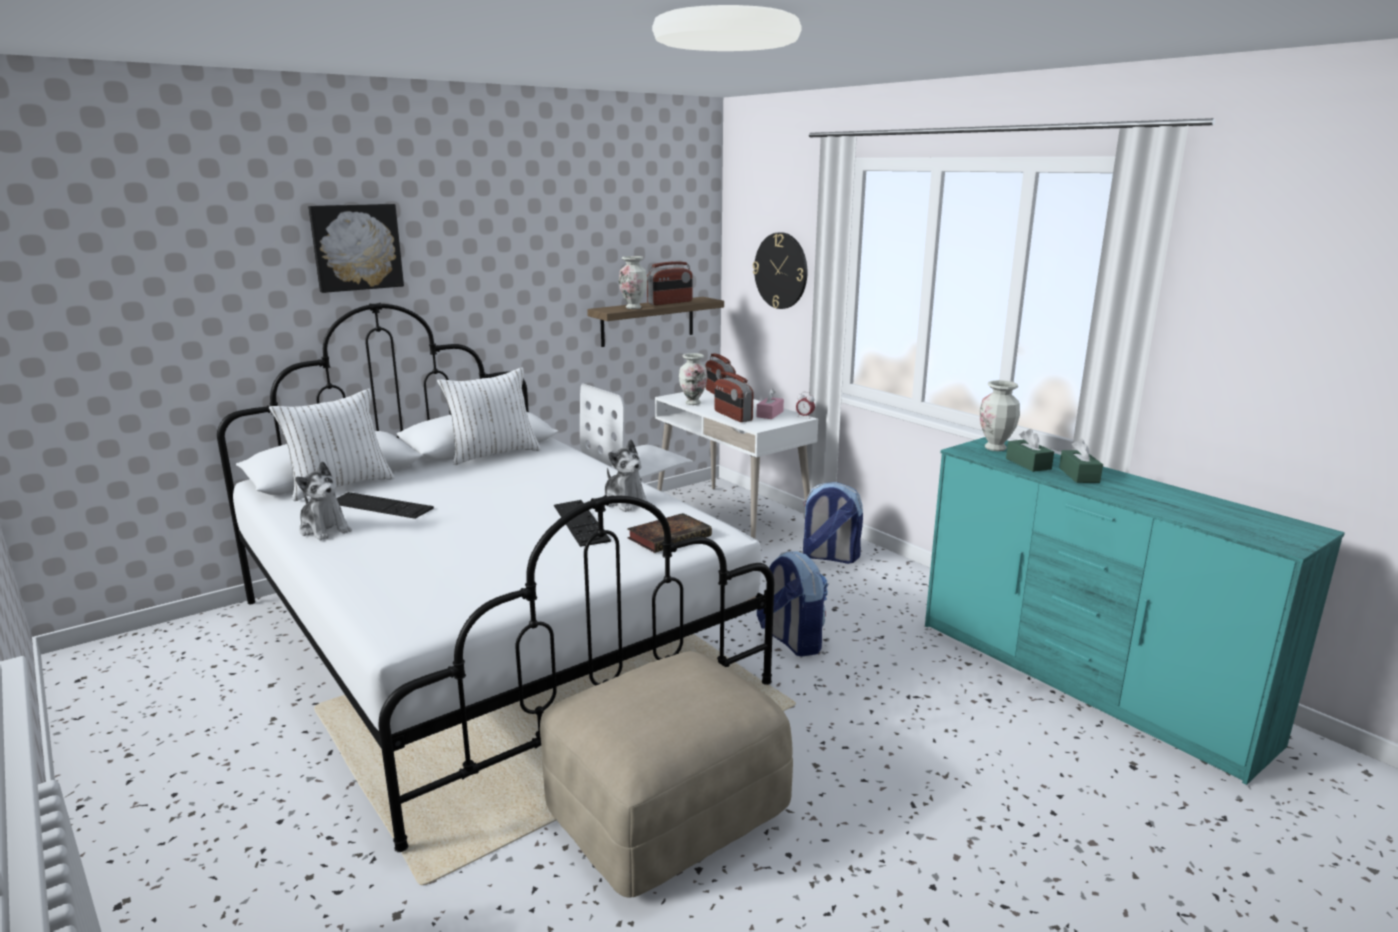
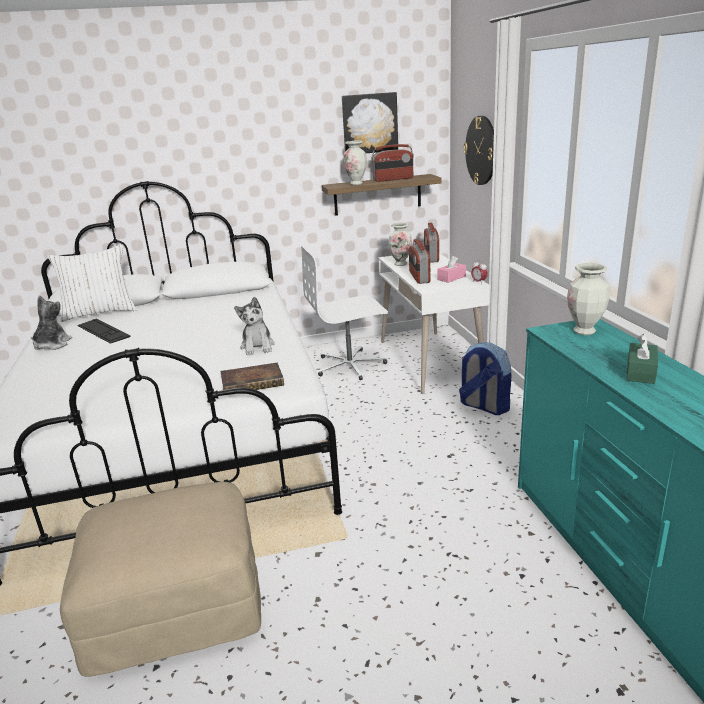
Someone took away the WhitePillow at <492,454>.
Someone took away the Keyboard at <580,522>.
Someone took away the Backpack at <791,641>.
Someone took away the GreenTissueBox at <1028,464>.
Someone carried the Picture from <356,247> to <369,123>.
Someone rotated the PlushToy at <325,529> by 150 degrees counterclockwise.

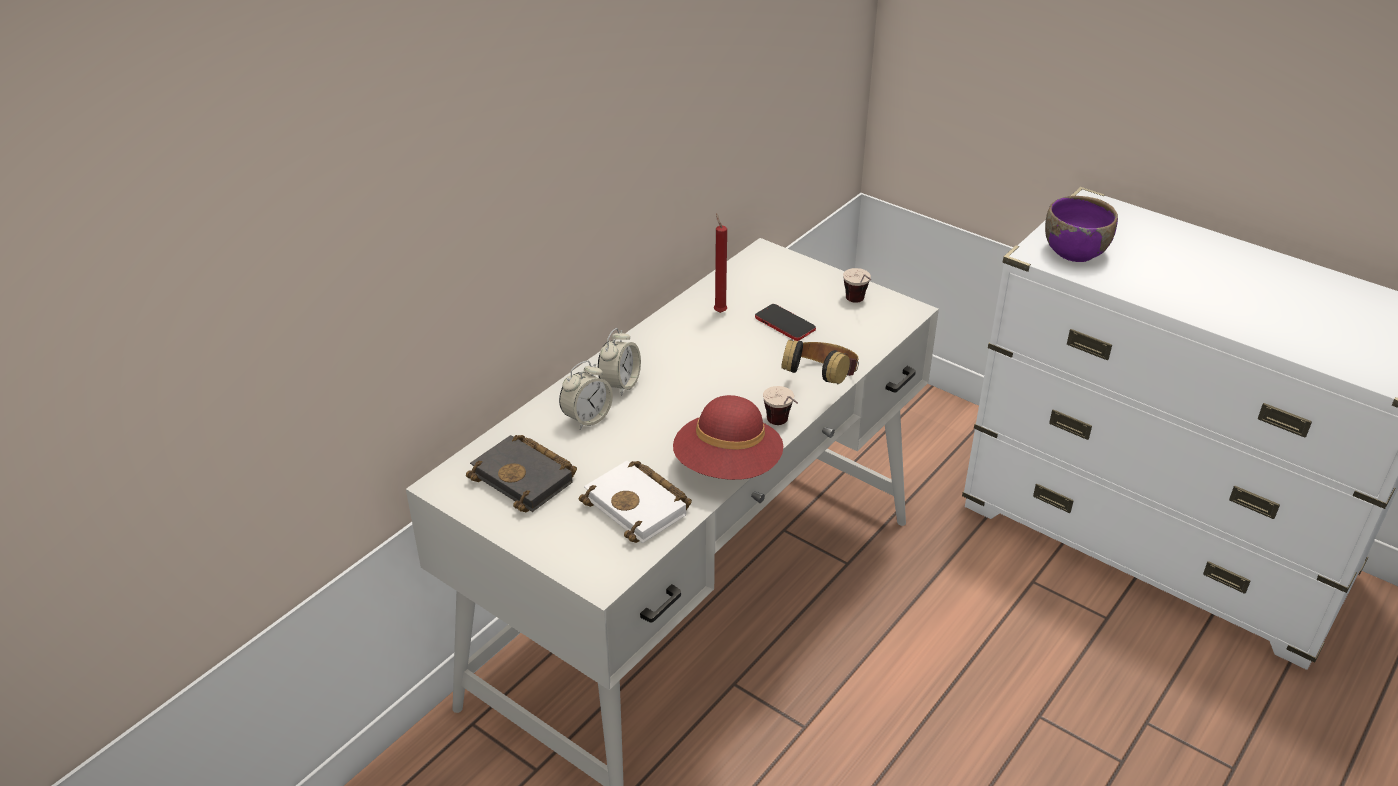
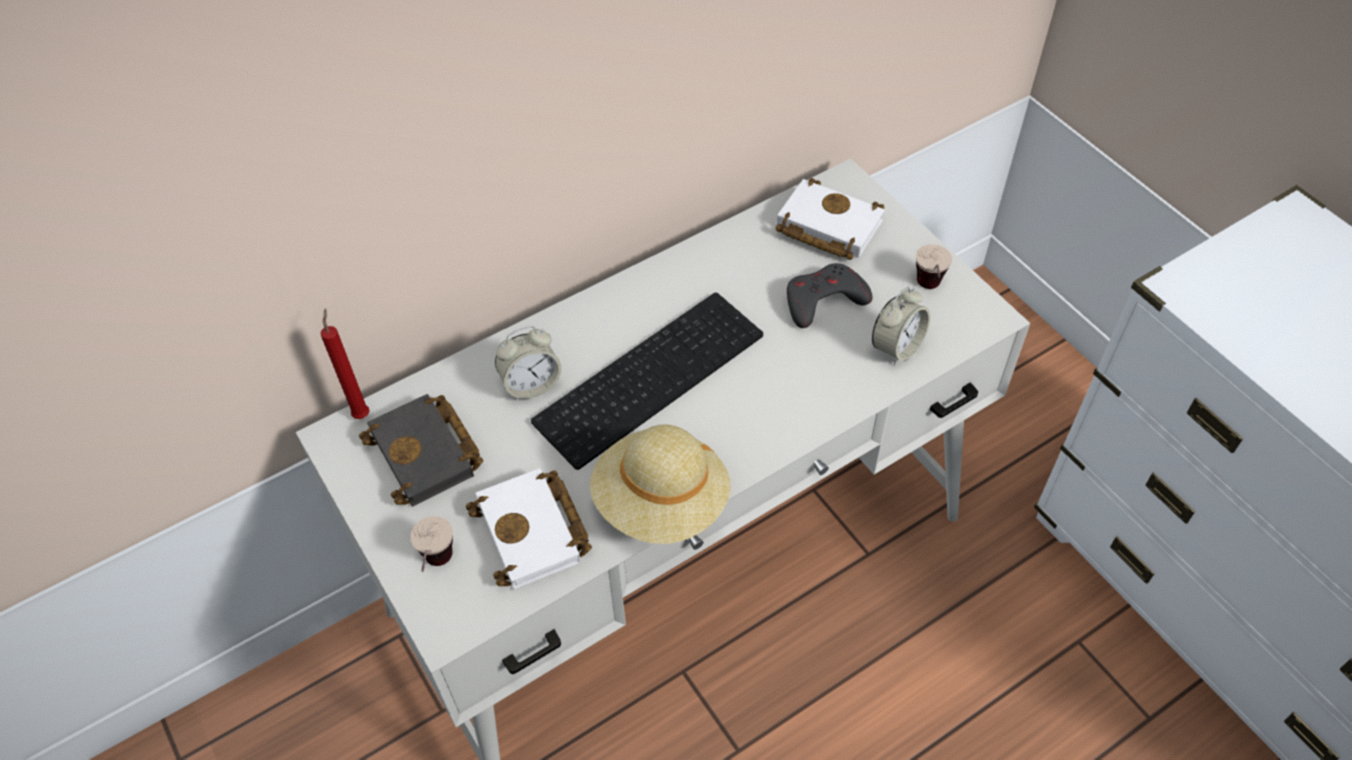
Someone took away the Headphones at <821,383>.
Someone took away the PurpleBowl at <1074,251>.
Someone put down the Keyboard at <649,374>.
Someone put down the WhiteBook at <825,226>.
Someone carried the AlarmClock from <620,384> to <896,347>.
Someone carried the RedCandle from <719,311> to <362,413>.
Someone carried the Cup from <782,426> to <437,569>.
Someone swapped the Phone at <785,323> for the GreyGameController at <823,300>.
Someone repainted the RedHat at <728,467>, which became the BeigeHat at <661,503>.

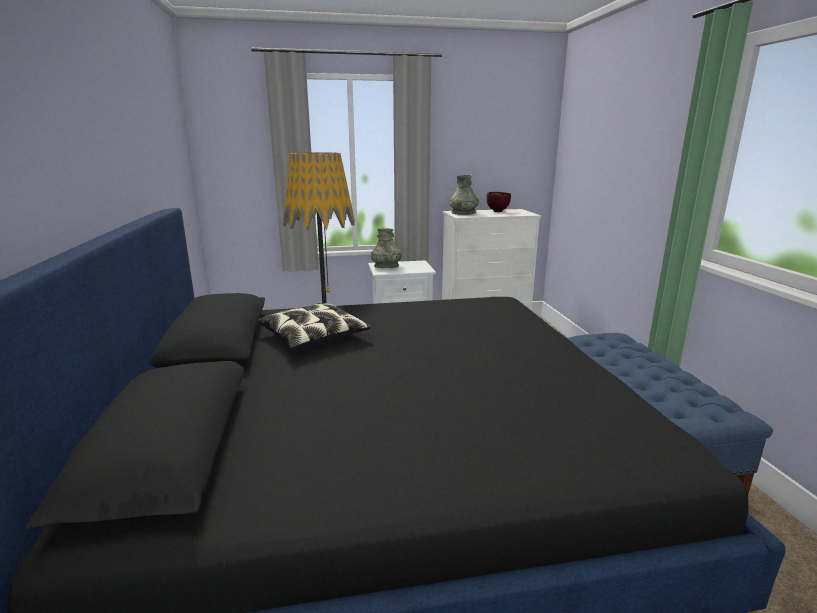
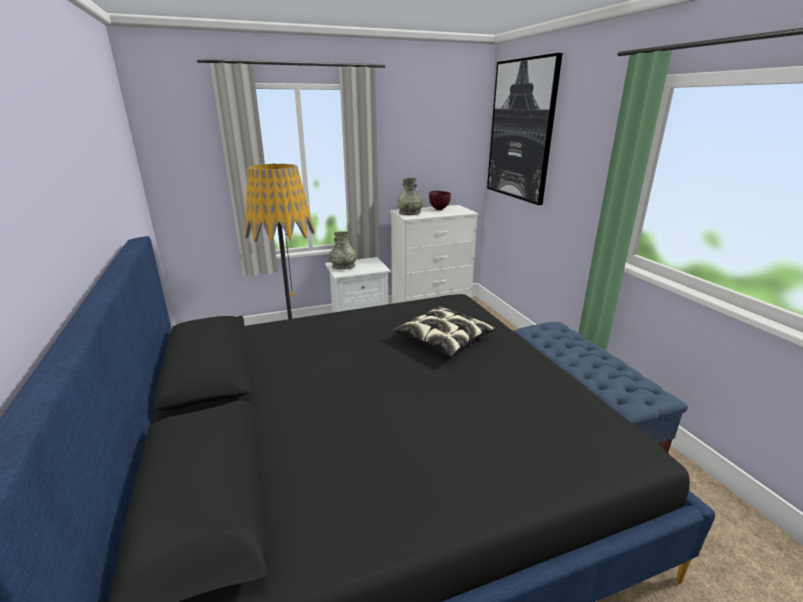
Someone put up the Picture at <521,131>.
Someone carried the Pillow from <313,336> to <444,339>.

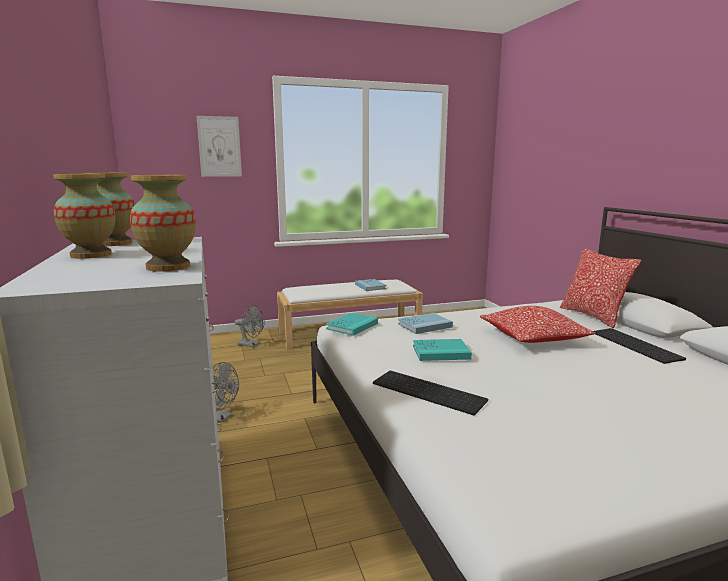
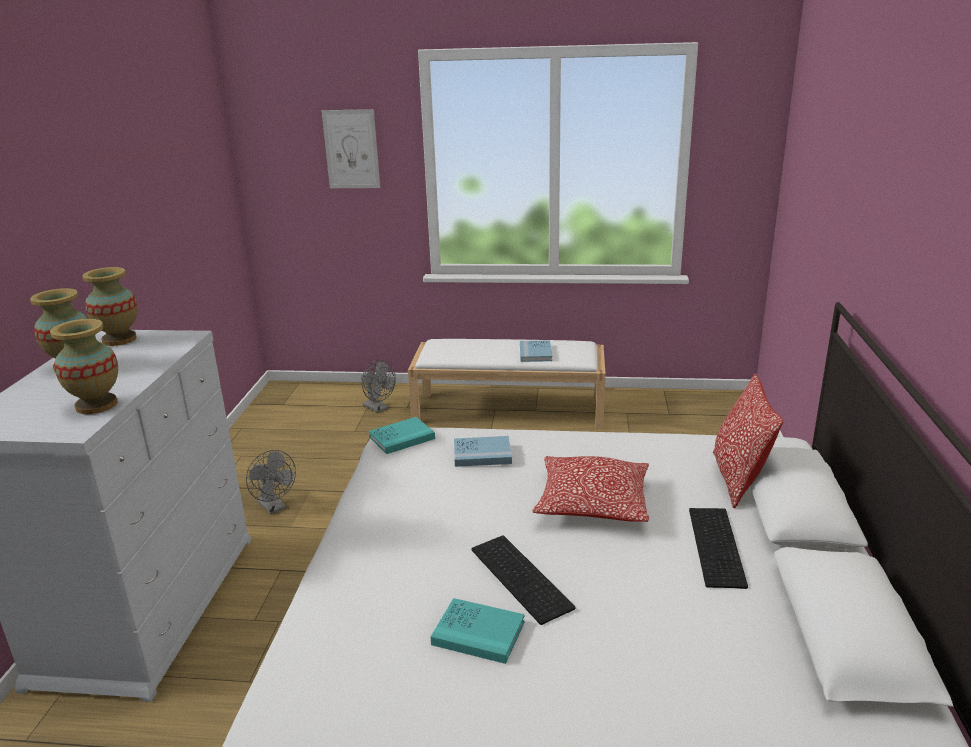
Someone carried the Keyboard from <430,391> to <523,578>.
Someone carried the TurquoiseBook from <441,352> to <478,633>.

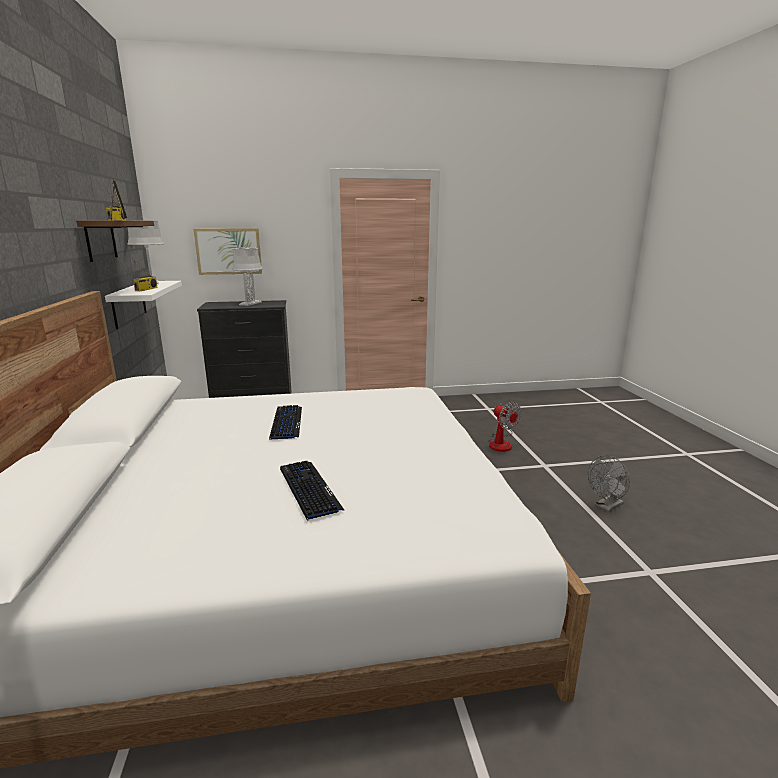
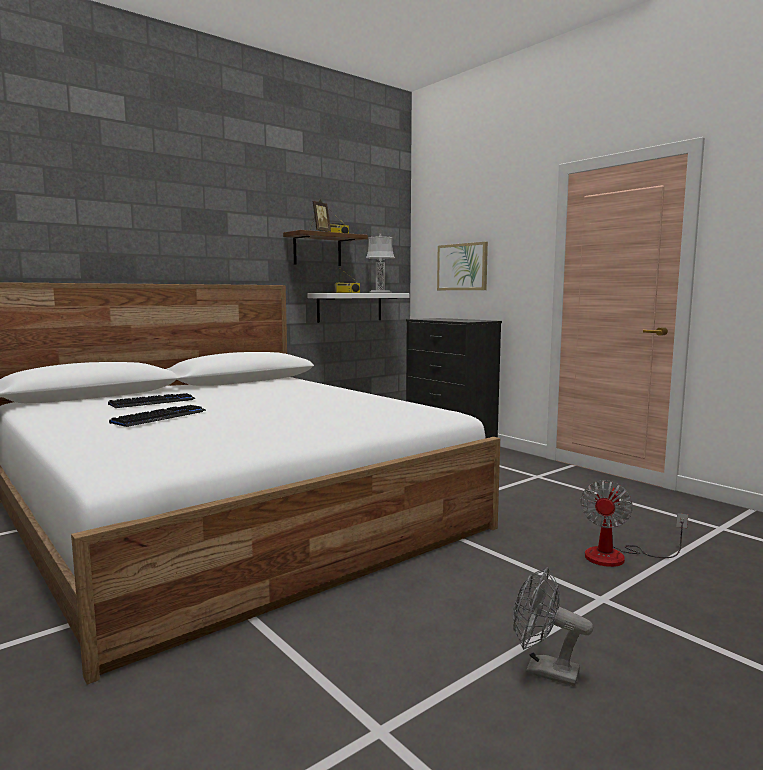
Someone took away the GreyTableLamp at <250,303>.
Someone carried the Keyboard from <286,423> to <152,402>.

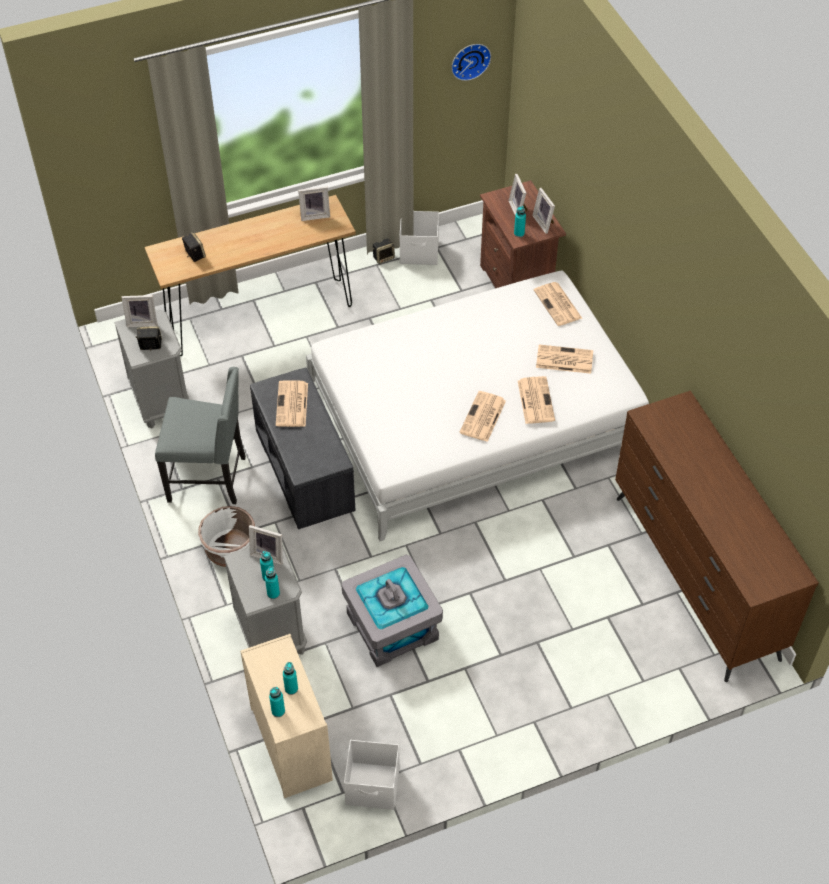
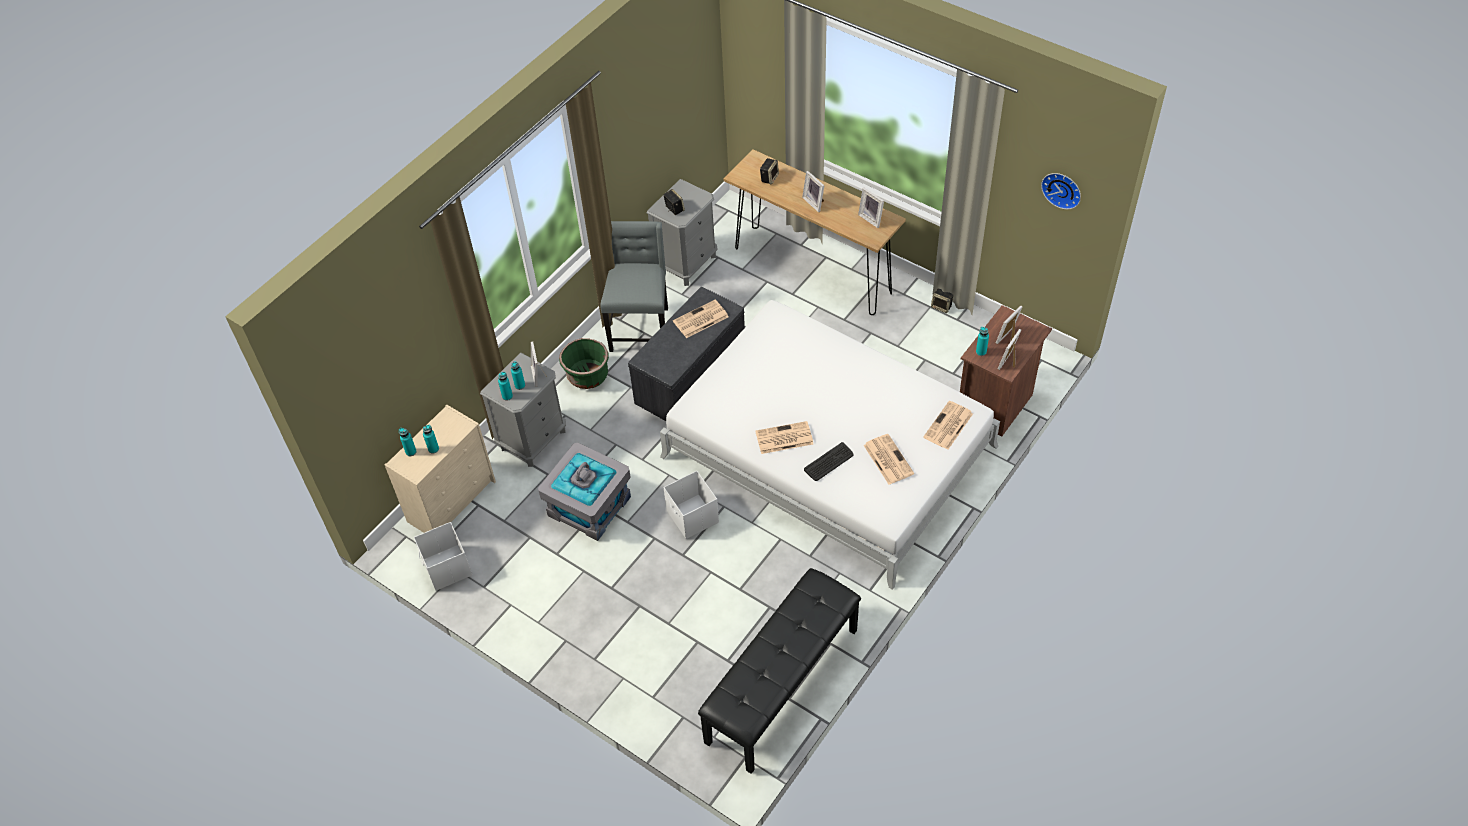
Someone carried the PictureFrame from <142,321> to <815,202>.
Someone carried the WhiteStorageBox from <419,252> to <692,517>.
Someone swapped the Newspaper at <535,400> for the Keyboard at <829,462>.
Someone swapped the BrownDresser at <695,577> for the BlackBench at <783,686>.
Someone repainted the WhitePlanter at <230,550>, which became the GreenPlanter at <587,376>.
Someone rotated the GreyChair at <209,478> by 150 degrees counterclockwise.

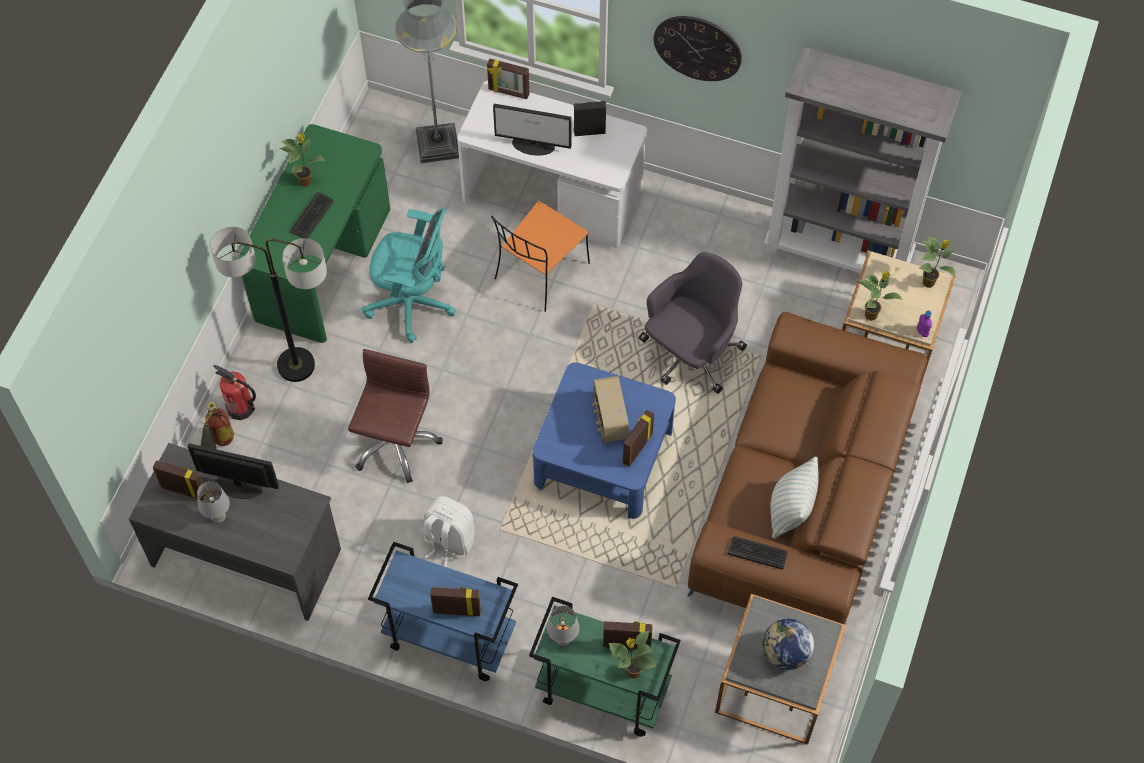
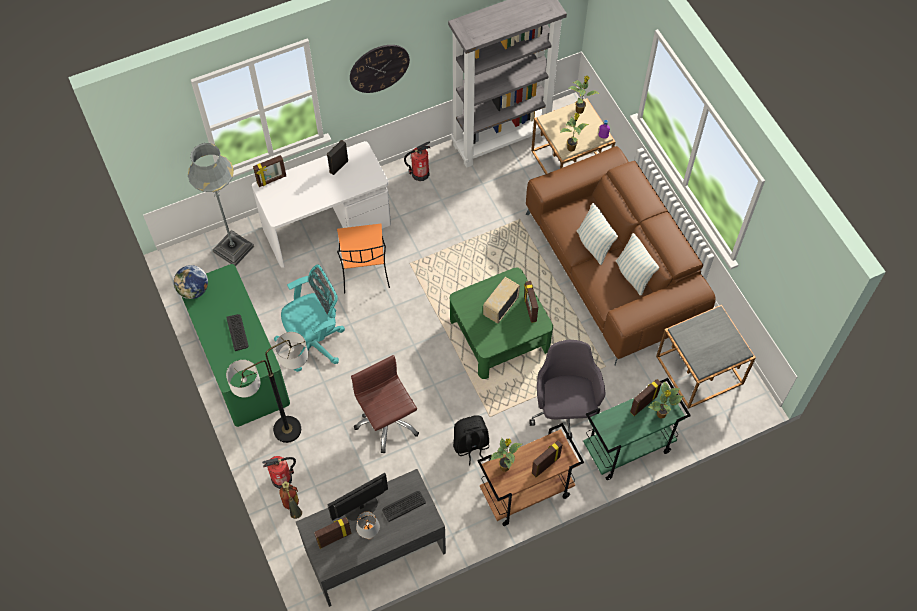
Someone took away the Monitor at <534,145>.
Someone took away the GreyTableLamp at <562,639>.
Someone put down the FireExtinguisher at <420,173>.
Someone put down the Pillow at <594,245>.
Someone carried the PottedPlant from <306,181> to <505,466>.
Someone carried the GreyOfficeChair from <690,354> to <565,409>.
Someone carried the Keyboard from <757,552> to <403,506>.
Someone carried the Globe from <785,653> to <194,290>.
Someone repainted the BlueCart at <448,638>, which became the BrownCart at <525,493>.
Someone repainted the WhiteBackpack at <448,541>, which became the BlackBackpack at <471,446>.
Someone repainted the BlueCoffeeTable at <604,457>, which became the GreenCoffeeTable at <500,334>.
Someone rotated the Radio at <609,419> by 90 degrees clockwise.

